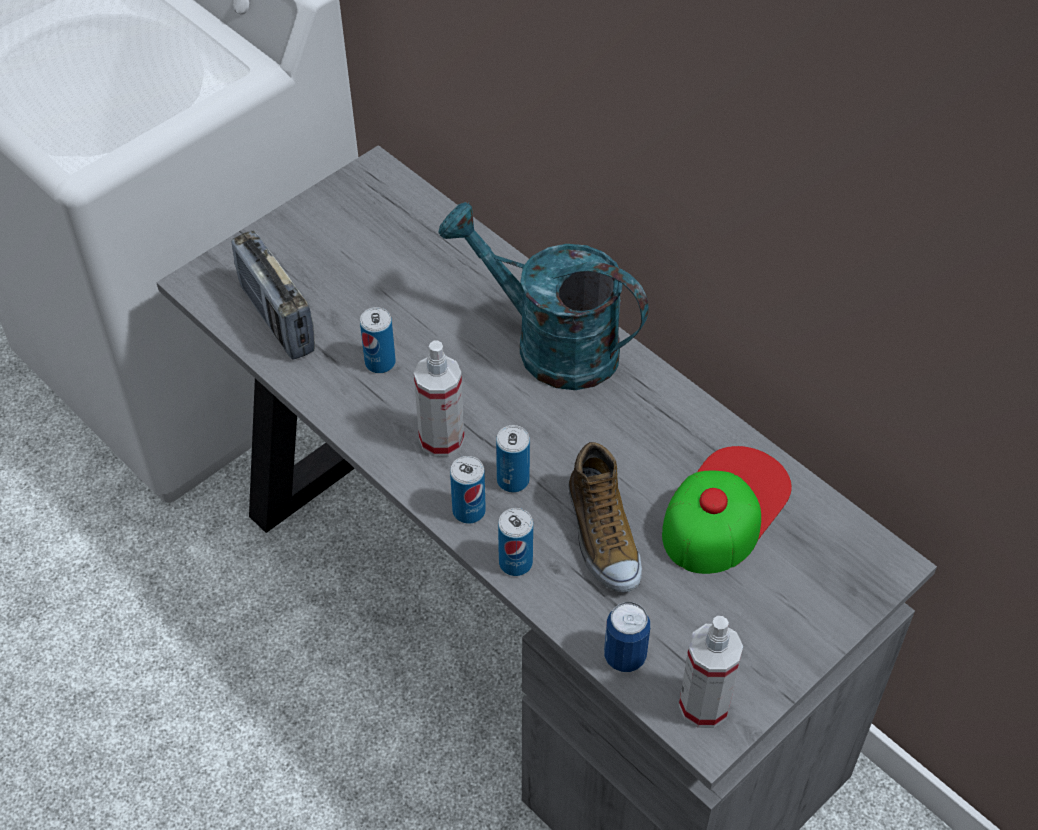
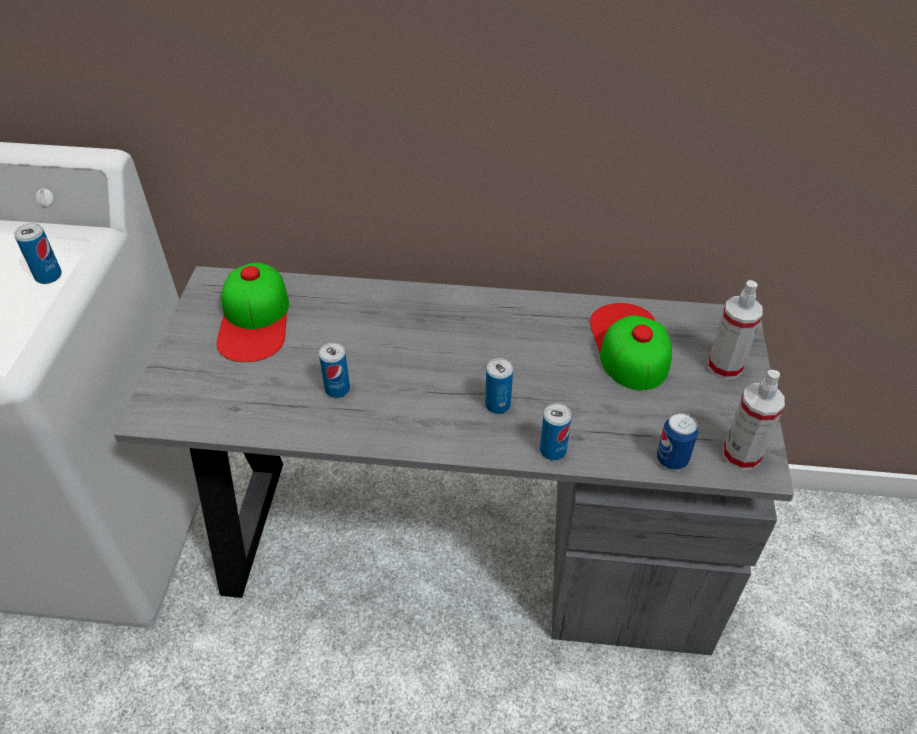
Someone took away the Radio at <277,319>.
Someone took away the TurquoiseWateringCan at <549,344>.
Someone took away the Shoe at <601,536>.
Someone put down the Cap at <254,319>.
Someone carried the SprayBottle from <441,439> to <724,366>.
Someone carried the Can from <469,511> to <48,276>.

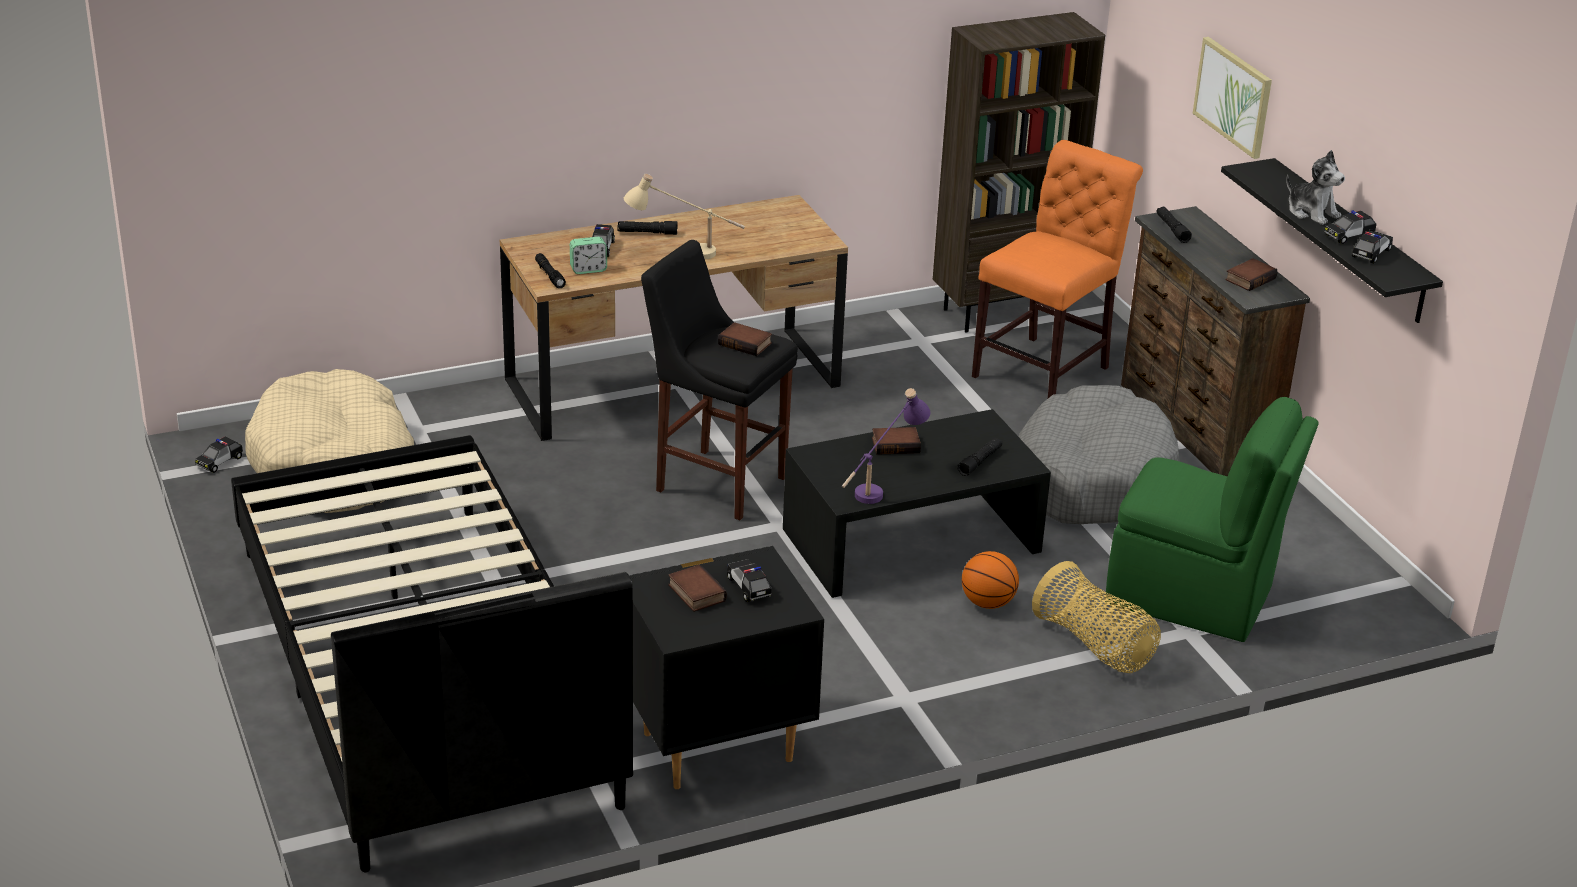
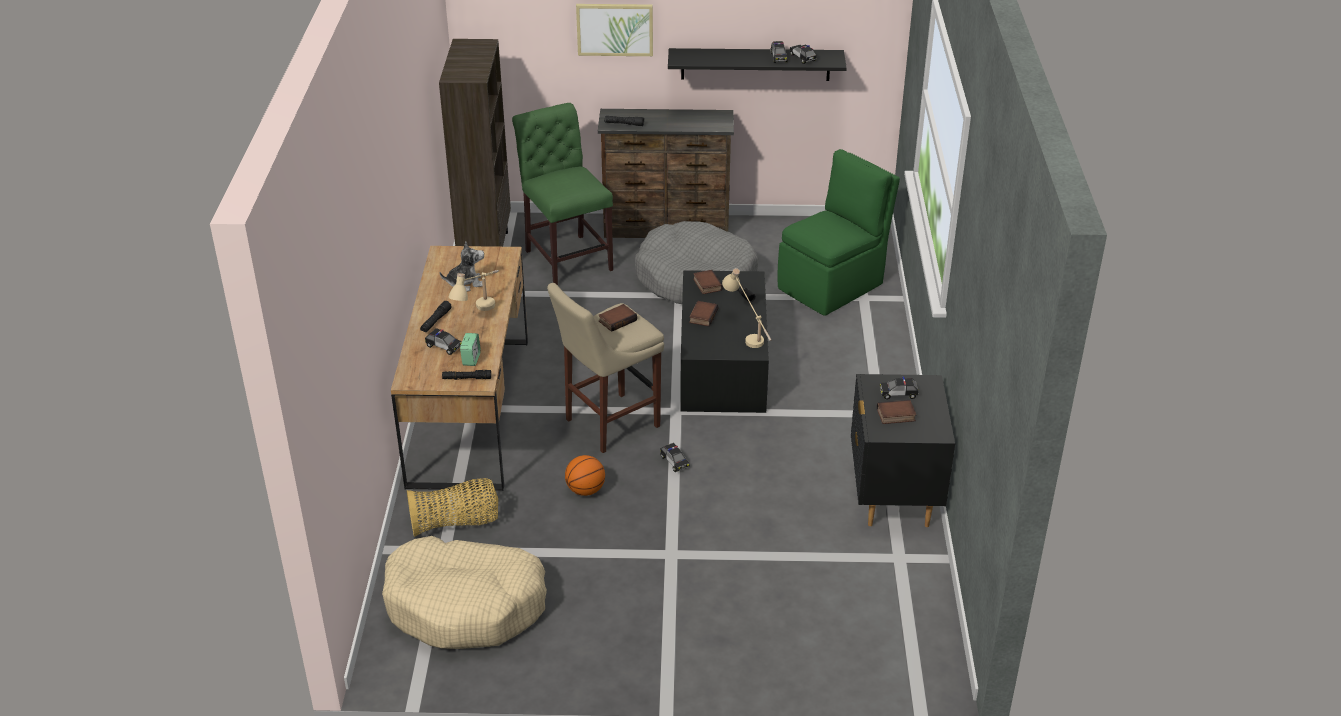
Someone took away the BlackBed at <422,673>.
Someone carried the ToyCar from <220,462> to <674,462>.
Someone carried the Basketball from <987,603> to <585,490>.
Someone carried the Basket from <1095,646> to <456,523>.
Someone carried the Book from <1249,278> to <706,284>.
Someone carried the PlushToy from <1312,212> to <465,283>.
Someone repainted the BlackStool at <716,481>, which became the BeigeStool at <608,424>.
Someone repainted the PurpleTableLamp at <881,487>, which became the BeigeTableLamp at <747,335>.
Someone repainted the OrangeChair at <1046,369>, which became the GreenChair at <567,257>.

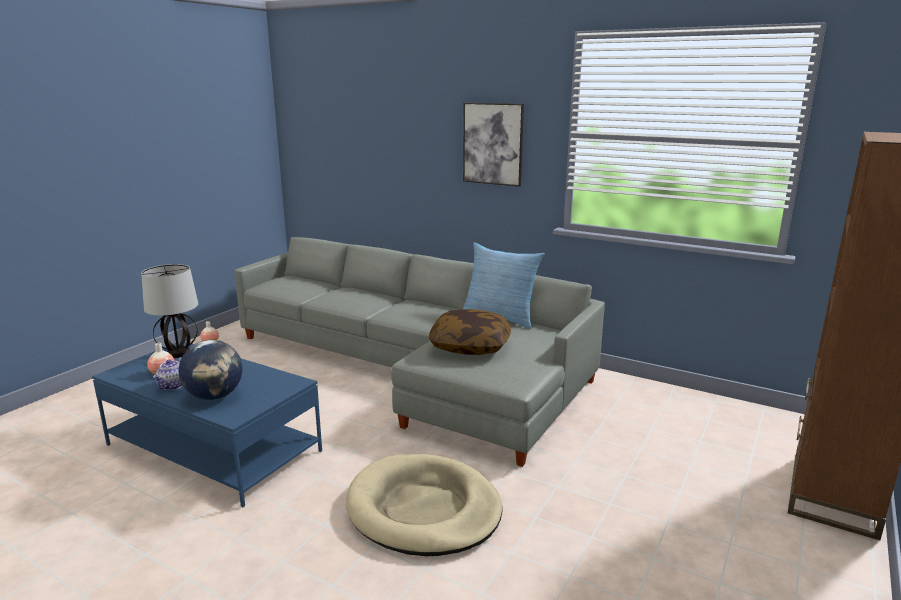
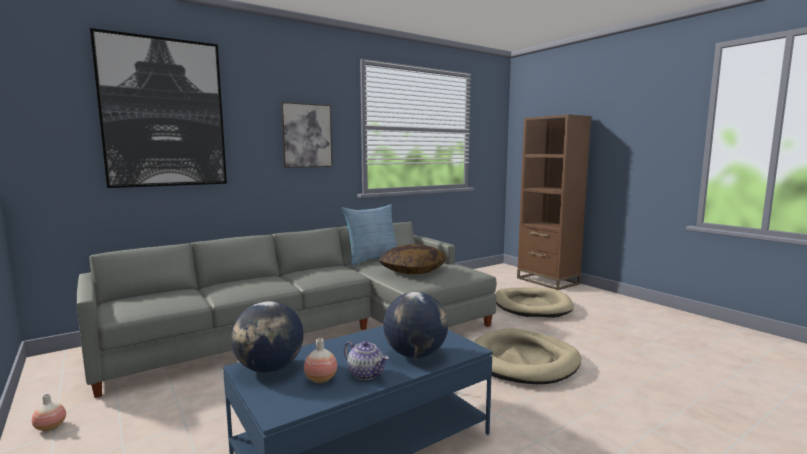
Someone put up the Picture at <164,113>.
Someone put down the BeigeDogBed at <532,306>.
Someone swapped the TableLamp at <178,354> for the Globe at <270,368>.

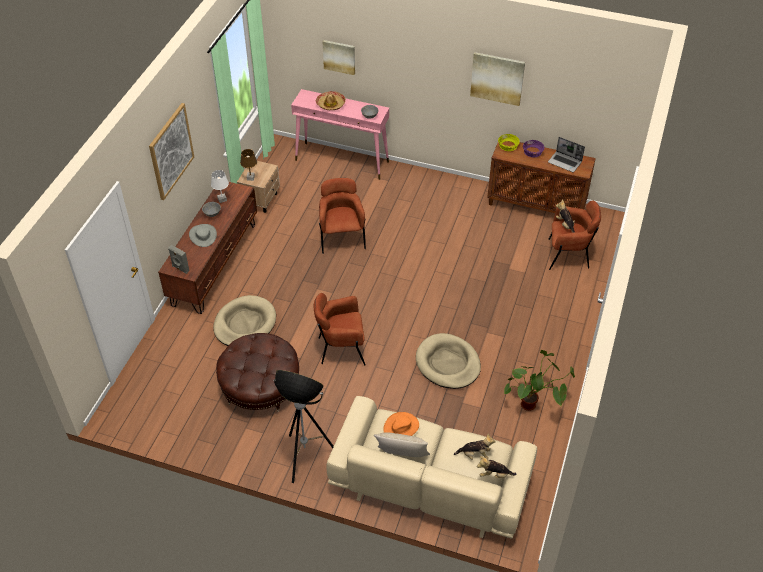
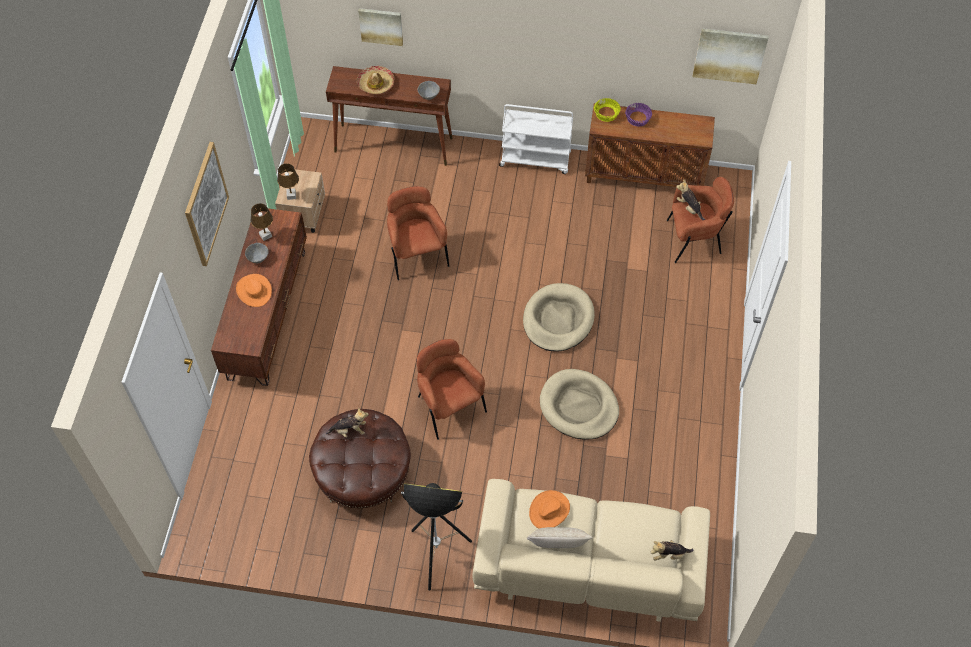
Someone took away the GreySpeaker at <180,268>.
Someone took away the PottedPlant at <534,401>.
Someone took away the Laptop at <565,162>.
Someone put down the WhiteCart at <535,159>.
Someone carried the BeigeDogBed from <245,324> to <558,319>.
Someone carried the PlushToy from <475,454> to <349,430>.
Someone carried the Picture from <497,78> to <729,55>.
Someone repainted the GreyHat at <203,235>, which became the OrangeHat at <254,290>.
Someone repainted the WhiteTableLamp at <222,199>, which became the BrownTableLamp at <265,235>.
Someone repainted the PinkConsoleTable at <342,161>, which became the BrownConsoleTable at <394,145>.
Someone rotated the BrownArmchair at <341,348> by 75 degrees clockwise.

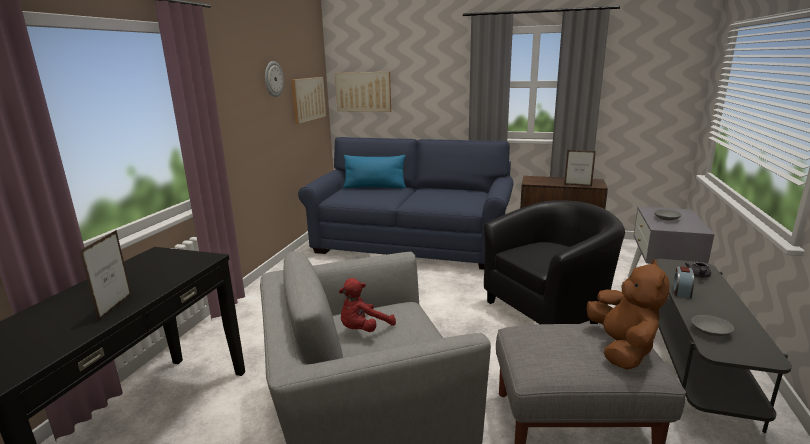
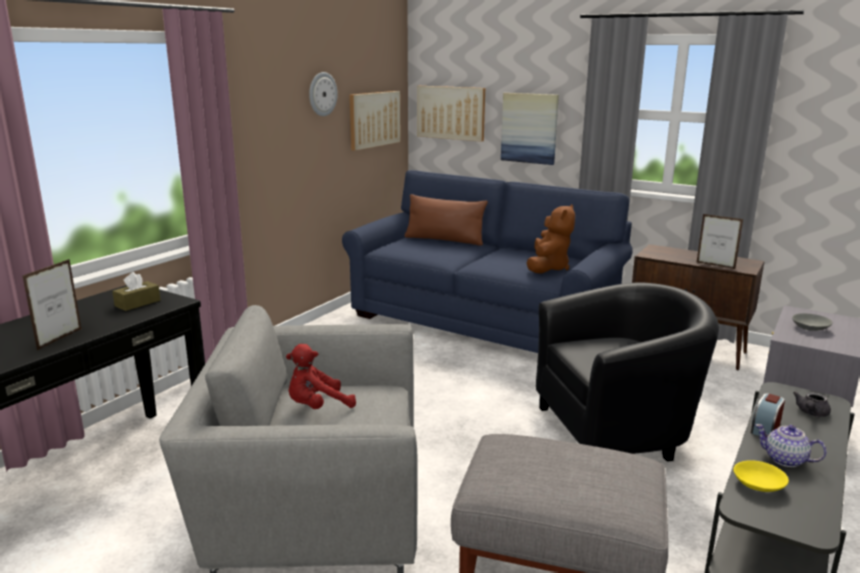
Someone put down the BrownTissueBox at <138,303>.
Someone put up the Picture at <529,128>.
Someone put down the Teapot at <785,460>.
Someone carried the BrownPlushToy from <622,348> to <548,268>.
Someone repainted the BluePillow at <374,187>, which became the BrownPillow at <444,240>.
Someone repainted the GreyBowl at <709,332>, which became the YellowBowl at <757,484>.

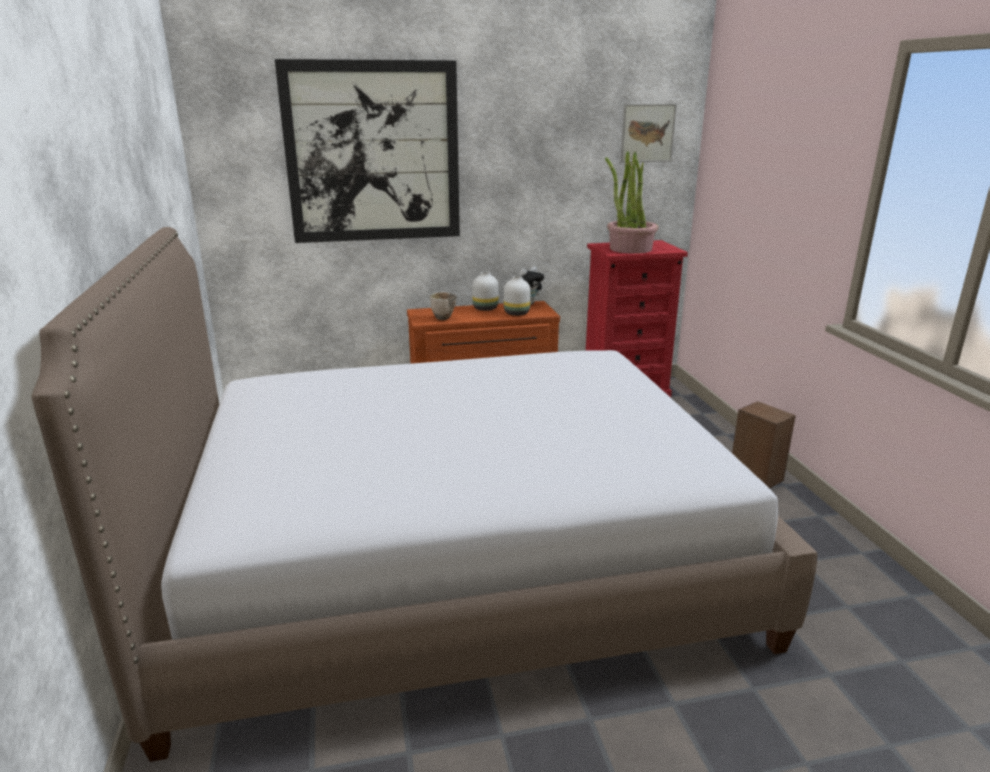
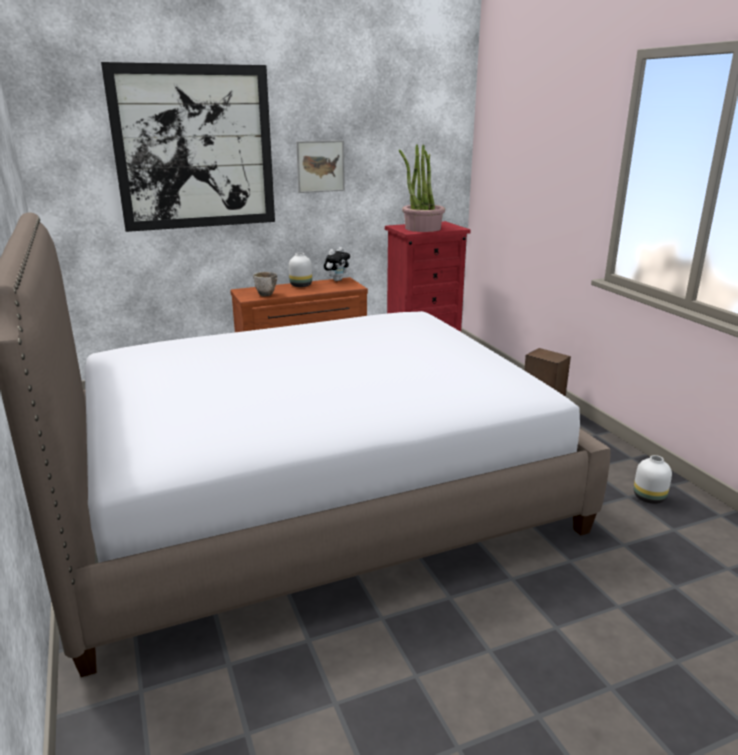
Someone carried the WhiteVase from <517,313> to <649,497>.
Someone carried the Picture from <647,133> to <320,166>.

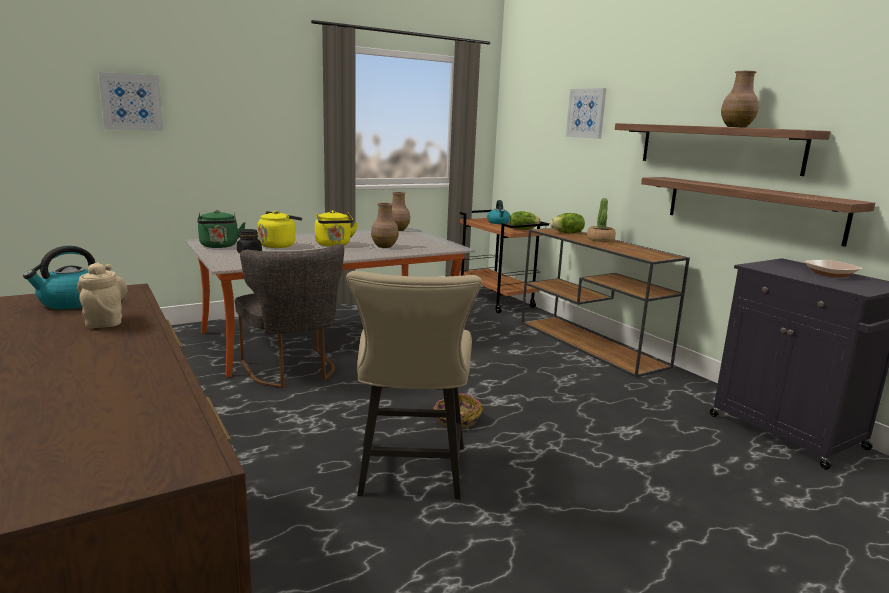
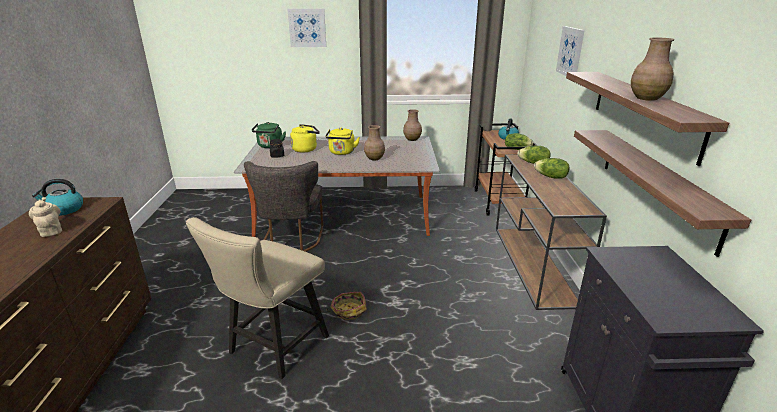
Someone took away the Bowl at <830,274>.
Someone carried the Picture from <131,102> to <307,28>.
Someone swapped the PottedPlant at <600,240> for the Lettuce at <551,177>.
Someone rotated the BeigeTeapot at <105,321> by 45 degrees counterclockwise.

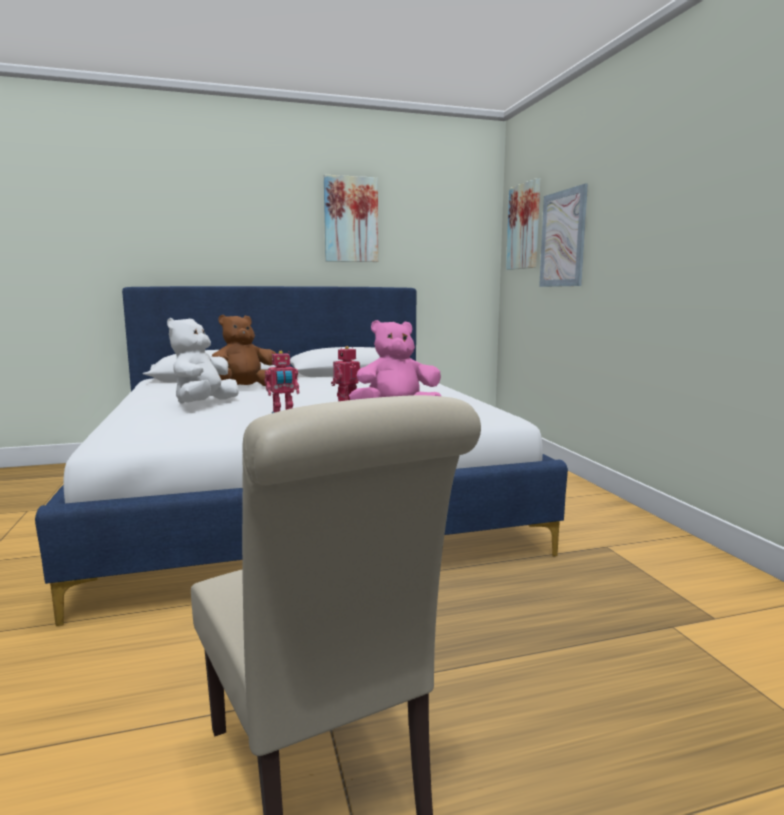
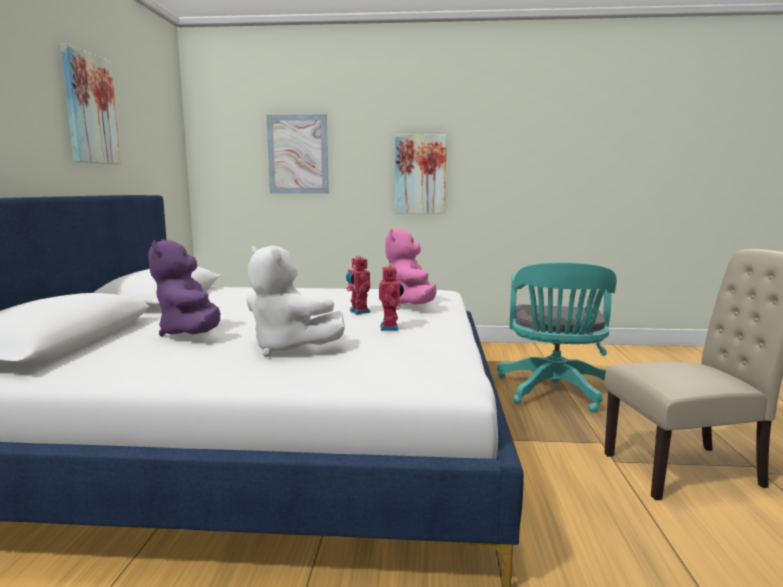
Someone put down the TurquoiseOfficeChair at <555,392>.
Someone carried the Picture from <524,226> to <420,174>.
Someone repainted the BrownPlushToy at <244,388>, which became the PurplePlushToy at <192,334>.

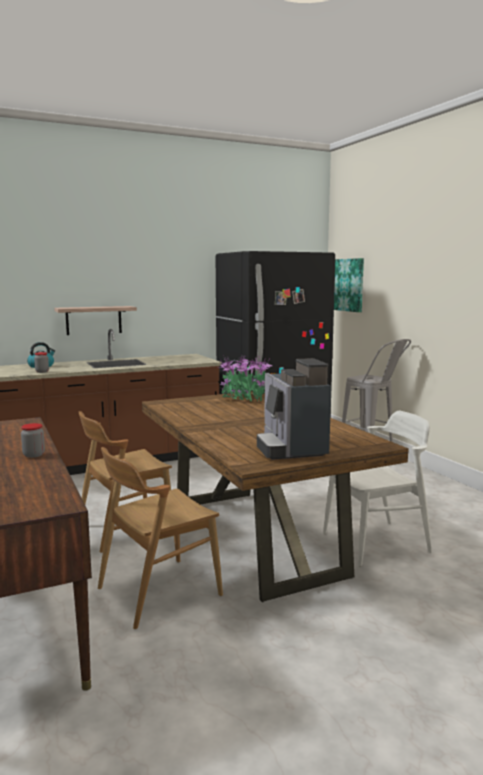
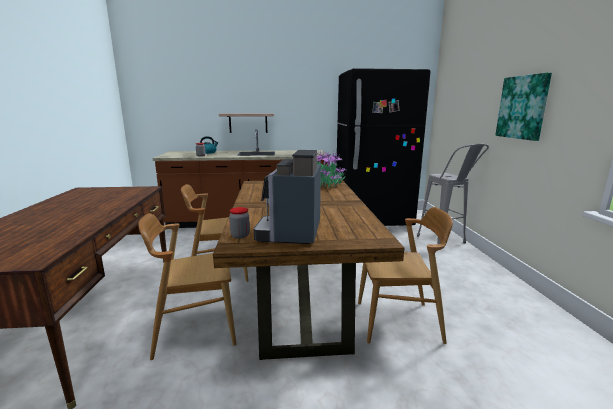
Someone carried the Jar from <33,455> to <240,236>.
Someone carried the Picture from <347,285> to <522,107>.
Someone repainted the WhiteChair at <376,542>, which became the BrownChair at <398,322>.

